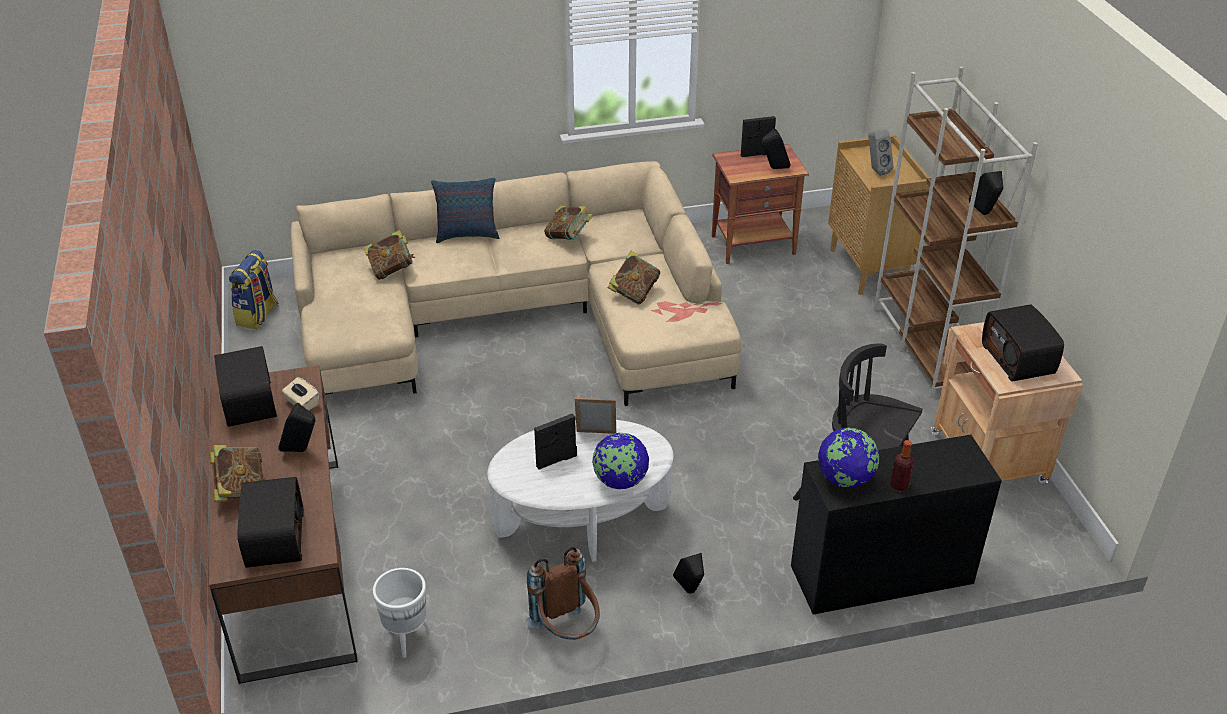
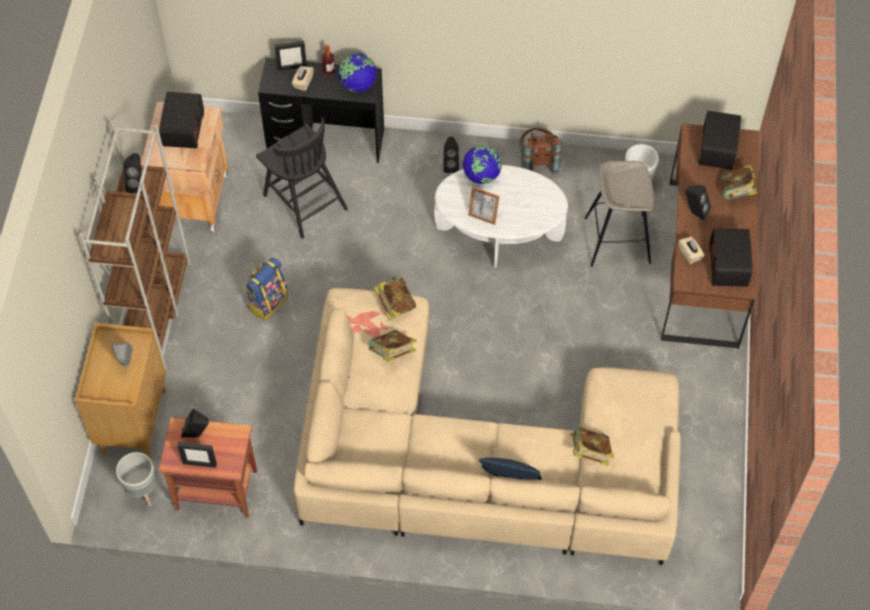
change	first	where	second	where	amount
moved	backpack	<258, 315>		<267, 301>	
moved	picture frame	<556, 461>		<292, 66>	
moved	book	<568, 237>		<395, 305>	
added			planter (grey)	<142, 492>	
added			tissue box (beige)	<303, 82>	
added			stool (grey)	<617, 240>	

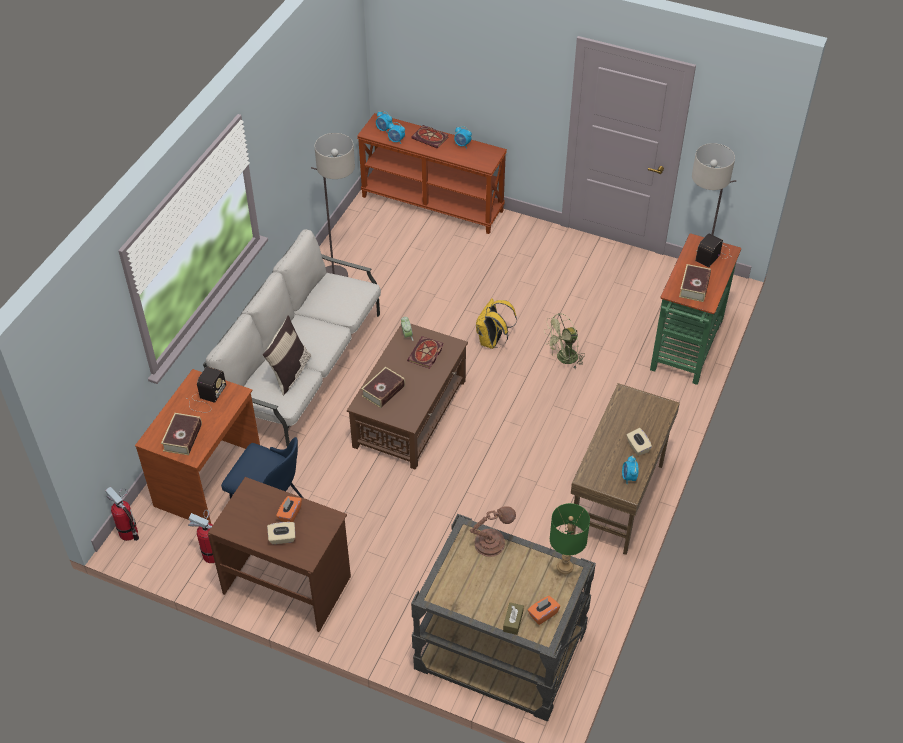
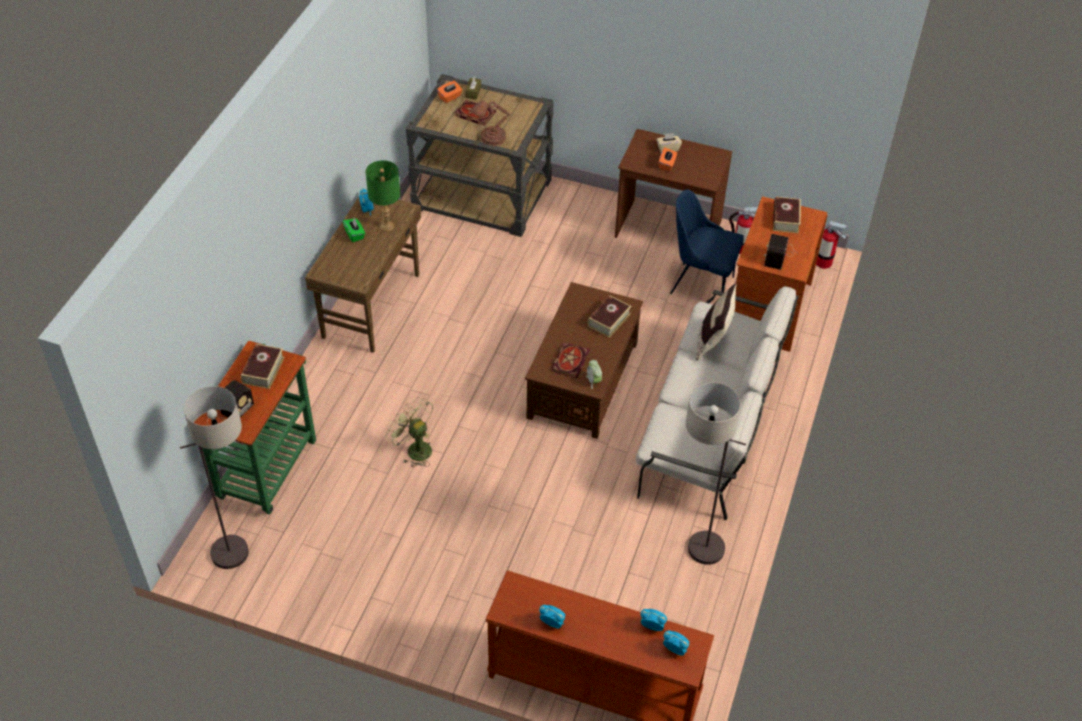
change	first	where	second	where	amount
moved	book	<431, 138>		<474, 114>	
removed	backpack (yellow)	<492, 341>			
turned	fan (green)	<563, 359>		<414, 449>	105 degrees counterclockwise
moved	table lamp (green)	<565, 566>		<387, 226>	
recoloured	tissue box (beige)	<637, 447>	tissue box (green)	<354, 235>	

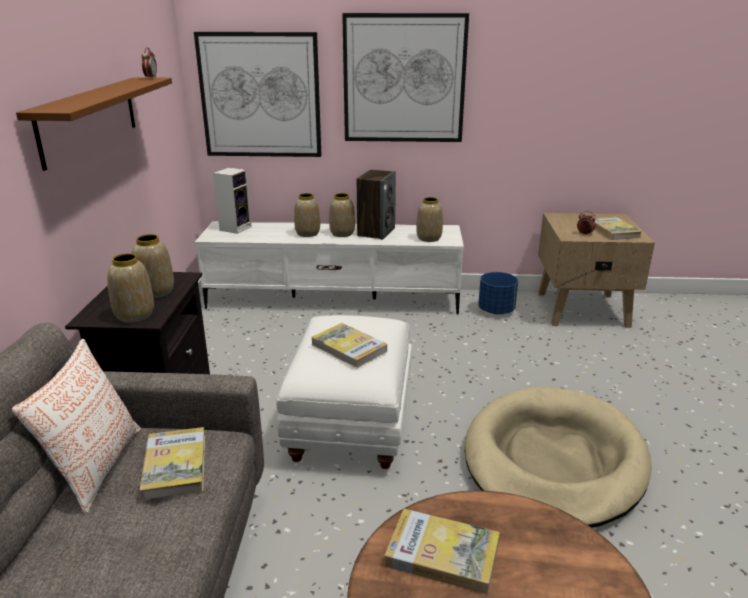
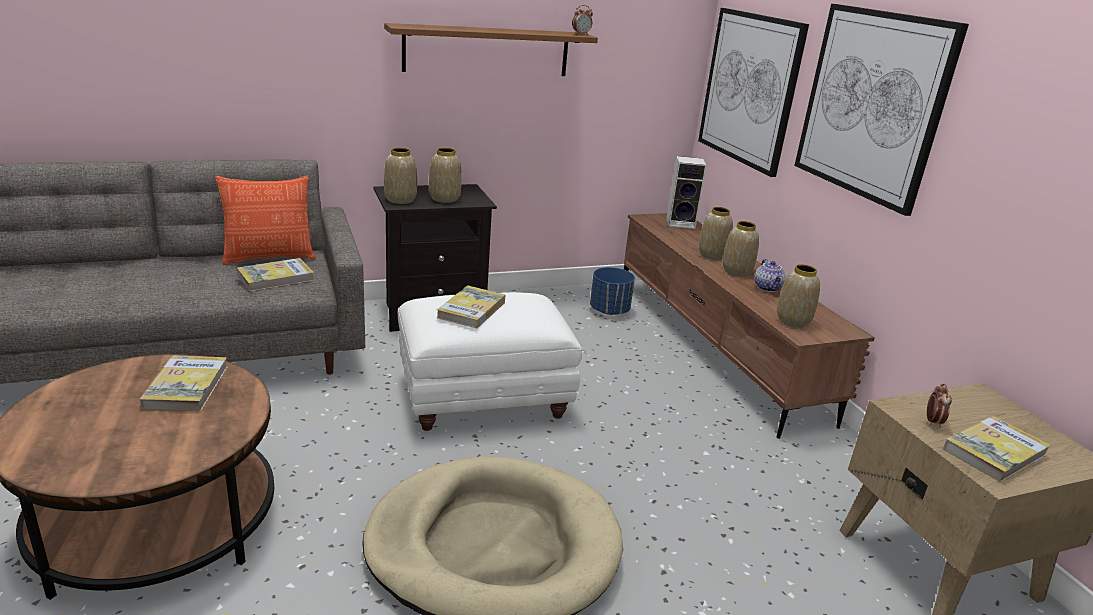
change	first	where	second	where	amount
recoloured	pillow (white)	<97, 468>	pillow (orange)	<269, 258>	
recoloured	tv stand (white)	<334, 299>	tv stand (brown)	<716, 347>	
replaced	speaker	<376, 232>	teapot	<768, 288>	
moved	planter (blue)	<496, 310>		<609, 310>	

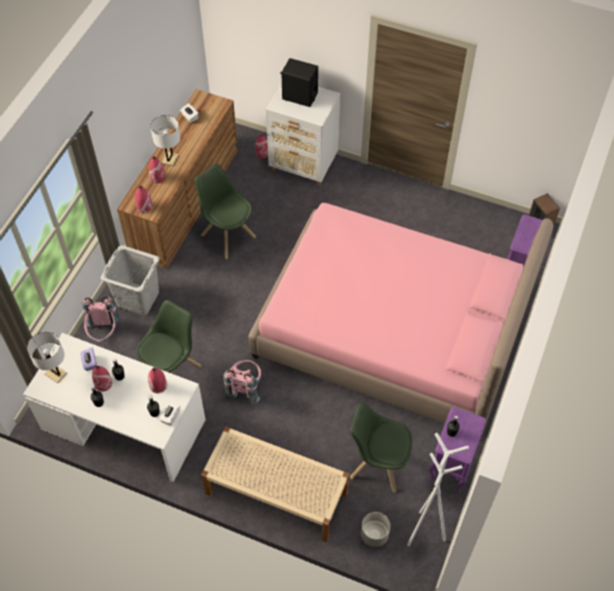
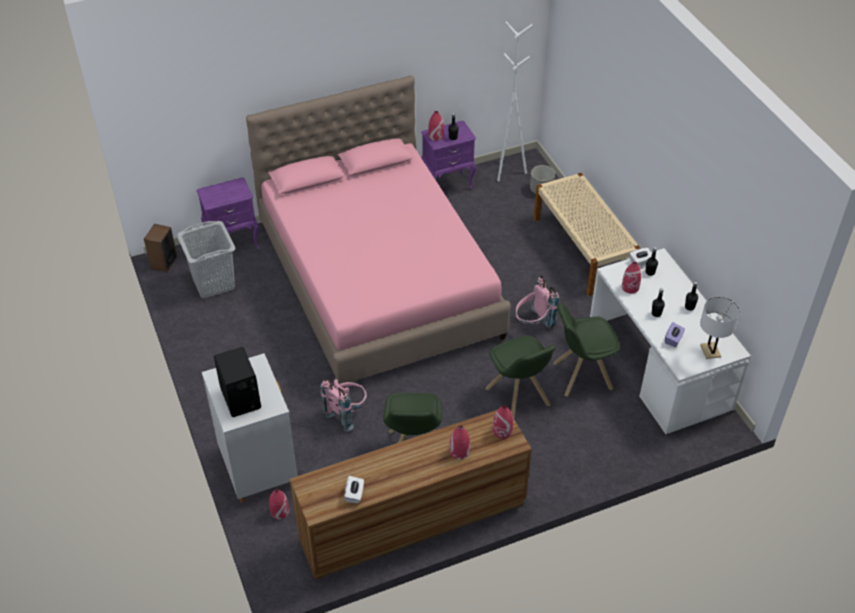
change	first	where	second	where	amount
moved	backpack (pink)	<103, 333>		<347, 413>	
moved	vase (red)	<103, 383>		<436, 136>	
moved	laundry basket (grey)	<138, 298>		<213, 283>	
removed	table lamp (white)	<170, 159>			
moved	chair (green)	<377, 465>		<518, 397>	

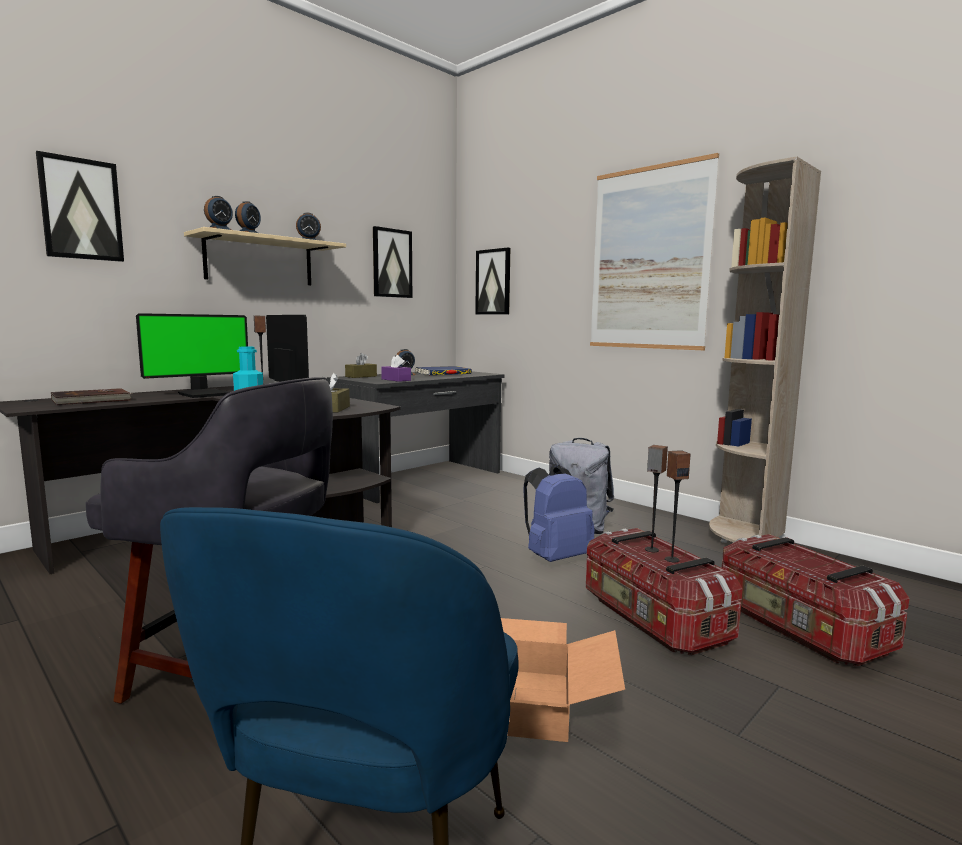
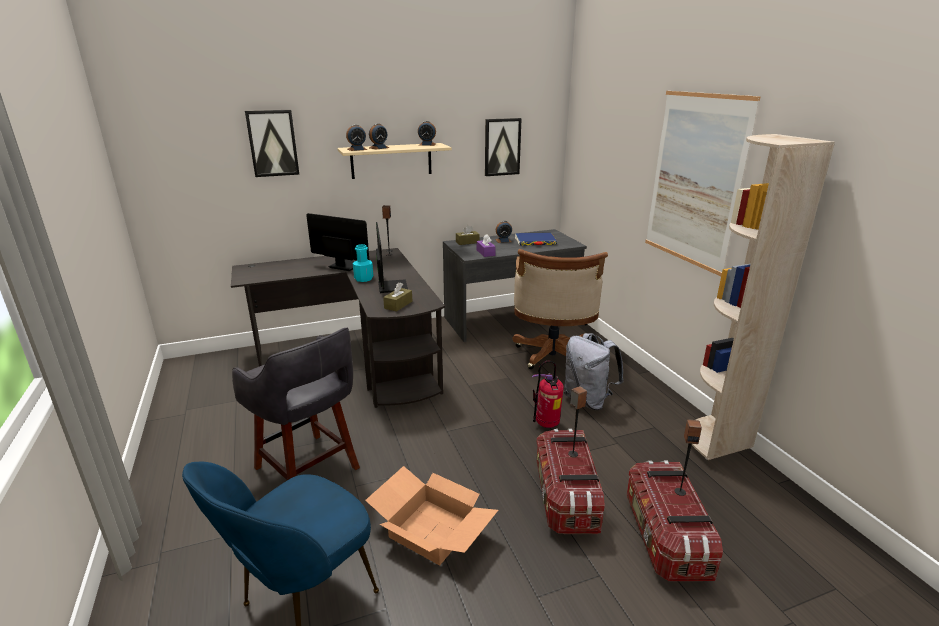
change	first	where	second	where	amount
removed	book (brown)	<92, 400>			
turned	monitor	<205, 394>		<345, 266>	135 degrees counterclockwise
removed	picture	<493, 282>			
replaced	backpack (blue)	<555, 557>	fire extinguisher	<546, 425>	
moved	speaker	<671, 559>		<680, 491>	
added			office chair	<552, 356>	

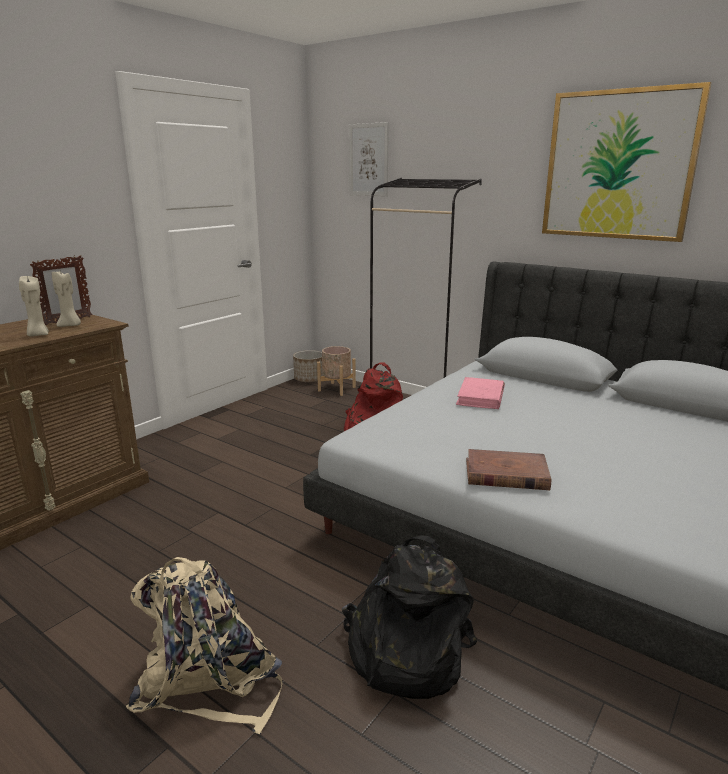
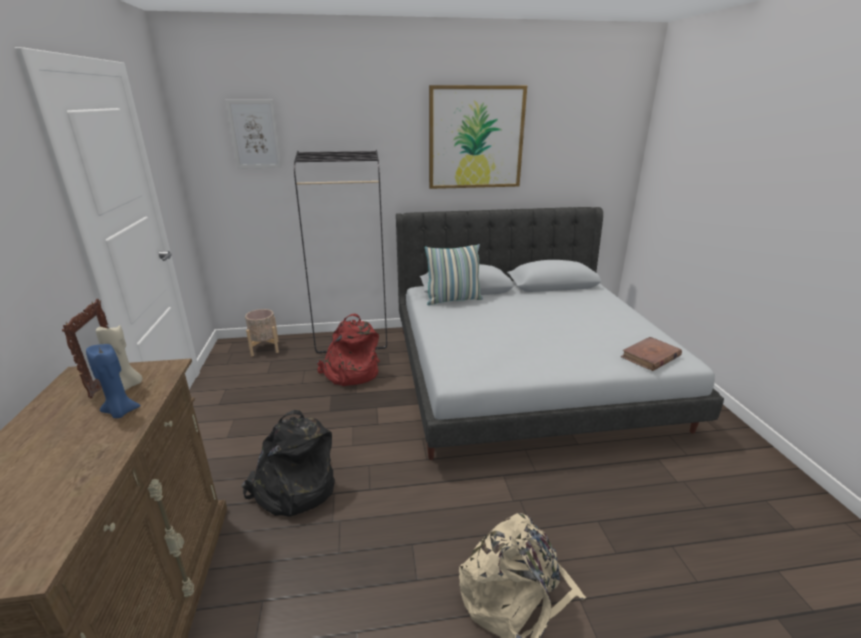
change	first	where	second	where	amount
recoloured	candle (beige)	<38, 335>	candle (blue)	<120, 412>	
removed	planter	<309, 379>			
moved	backpack (black)	<404, 652>		<293, 488>	
removed	book (pink)	<480, 397>			
moved	book (brown)	<506, 474>		<650, 357>	
added			pillow	<453, 300>	

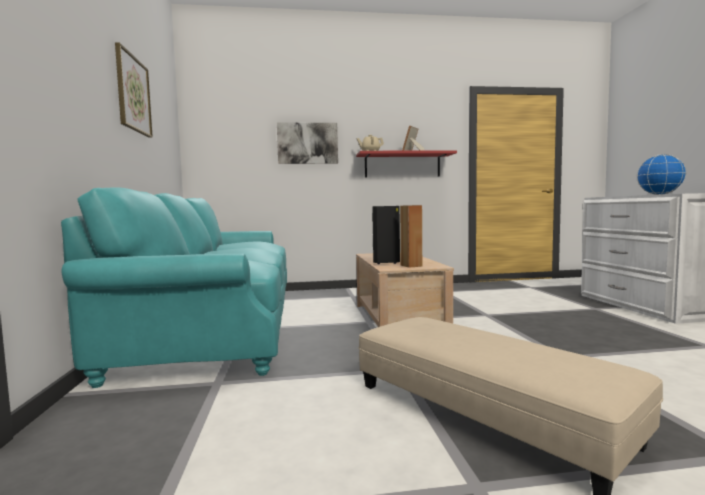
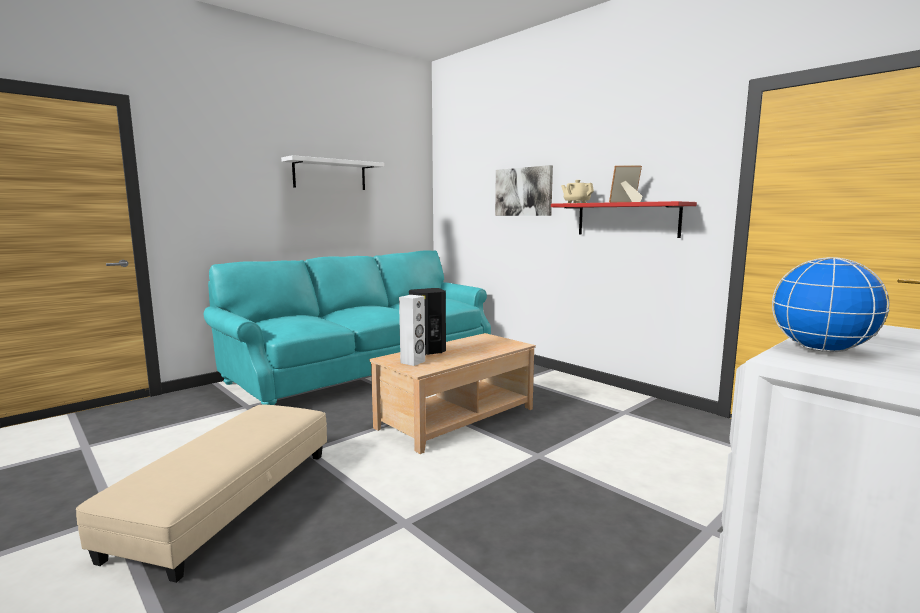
change	first	where	second	where	amount
replaced	picture	<133, 94>	shelf (white)	<330, 175>	
recoloured	speaker (brown)	<411, 265>	speaker (white)	<413, 362>	

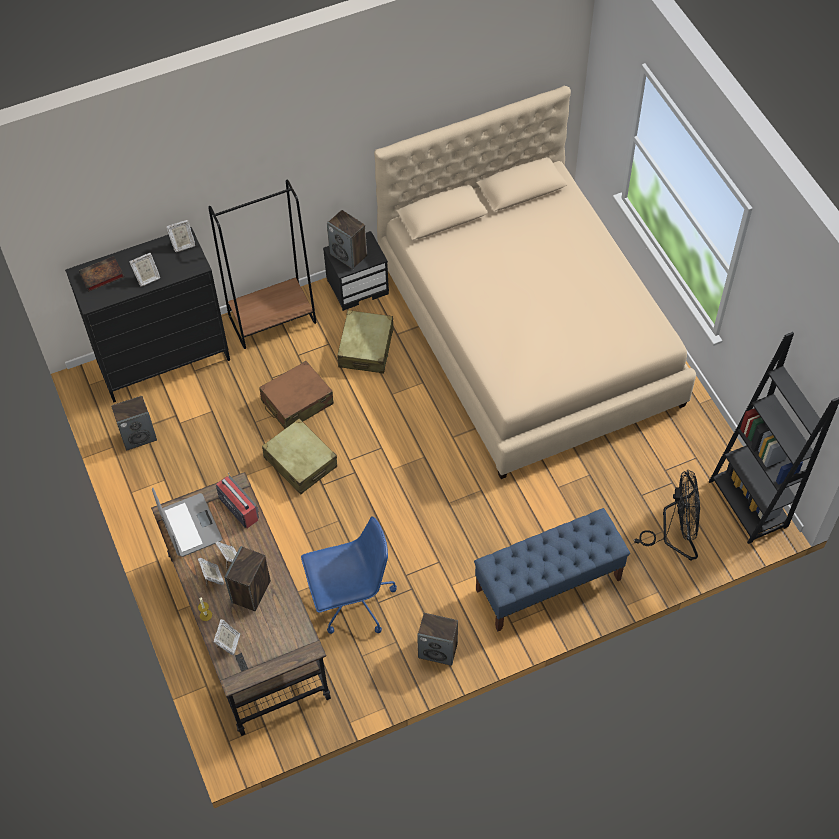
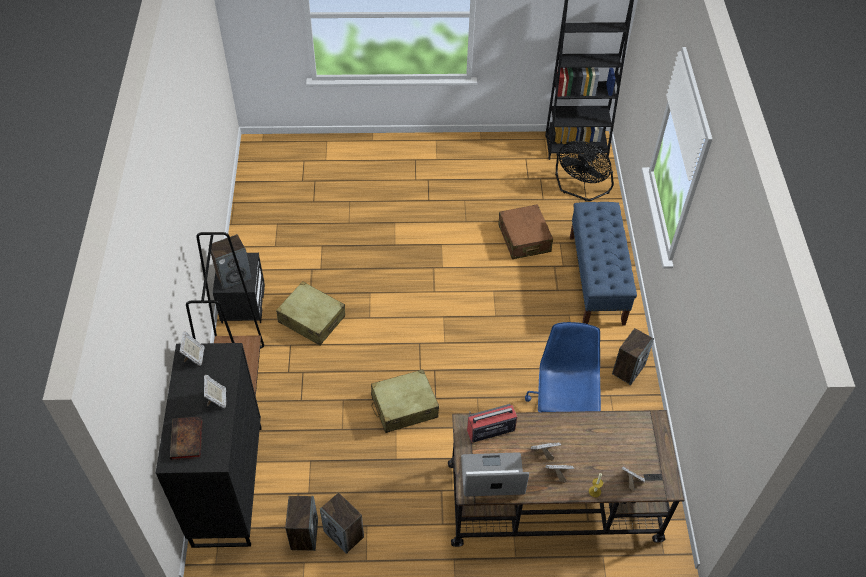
change	first	where	second	where	amount
moved	speaker	<251, 592>		<344, 534>	
moved	suitcase (brown)	<297, 402>		<524, 238>	
removed	bed (beige)	<528, 332>			

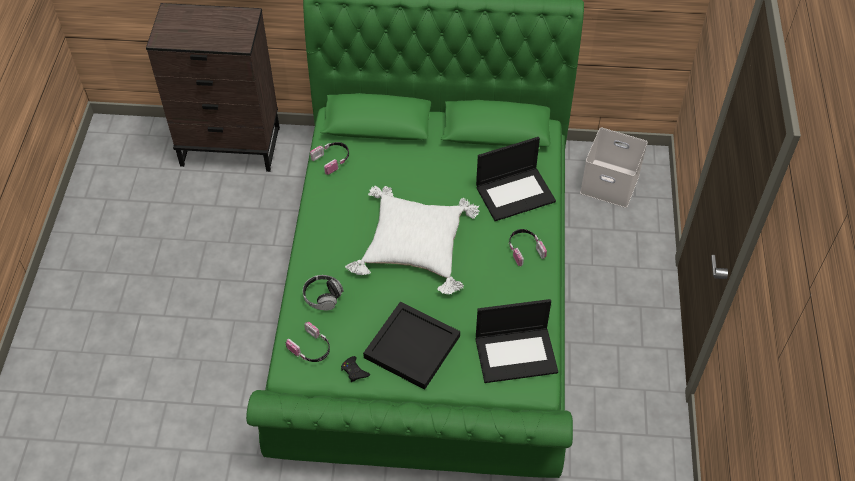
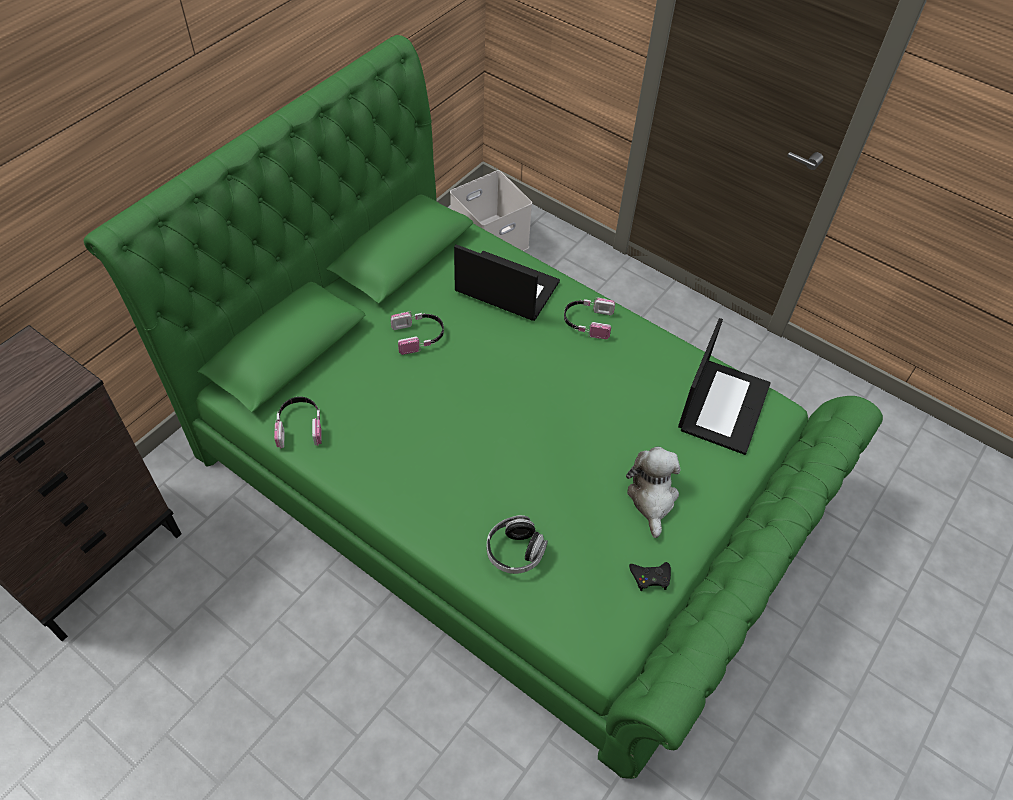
change	first	where	second	where	amount
moved	headphones	<311, 349>		<419, 336>	
removed	pillow (white)	<414, 242>			
replaced	tray (black)	<411, 347>	plush toy	<652, 498>	
turned	laptop	<515, 193>		<505, 287>	75 degrees counterclockwise

